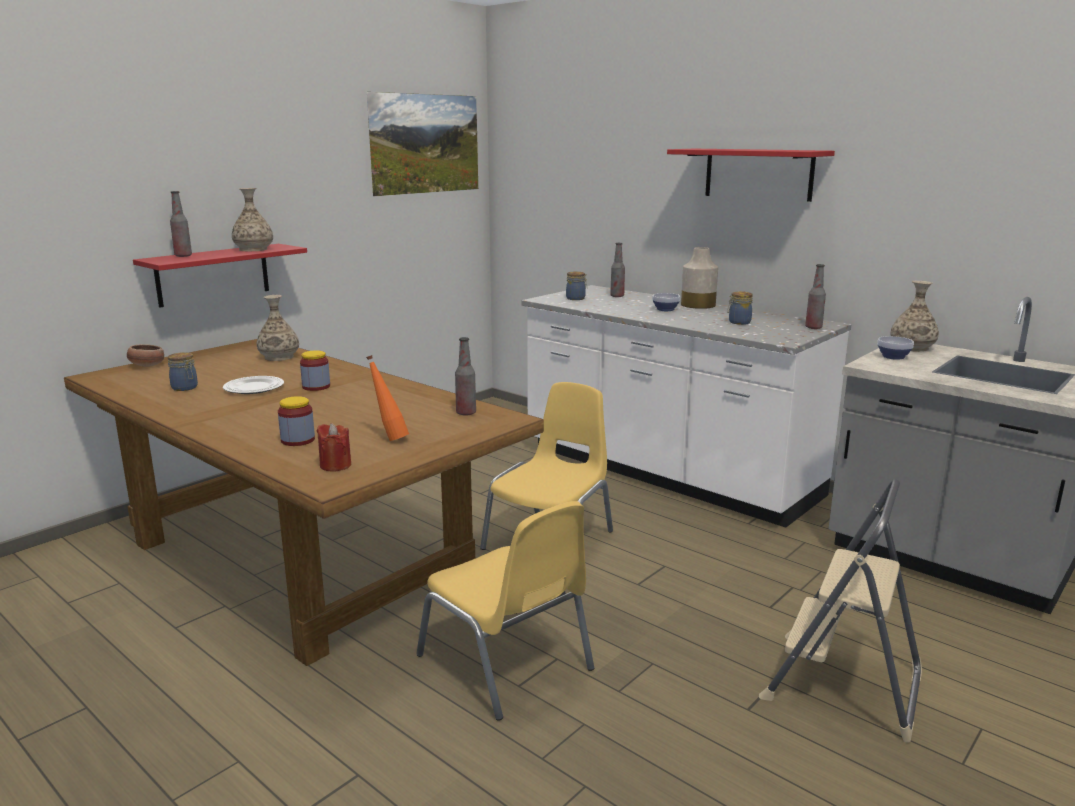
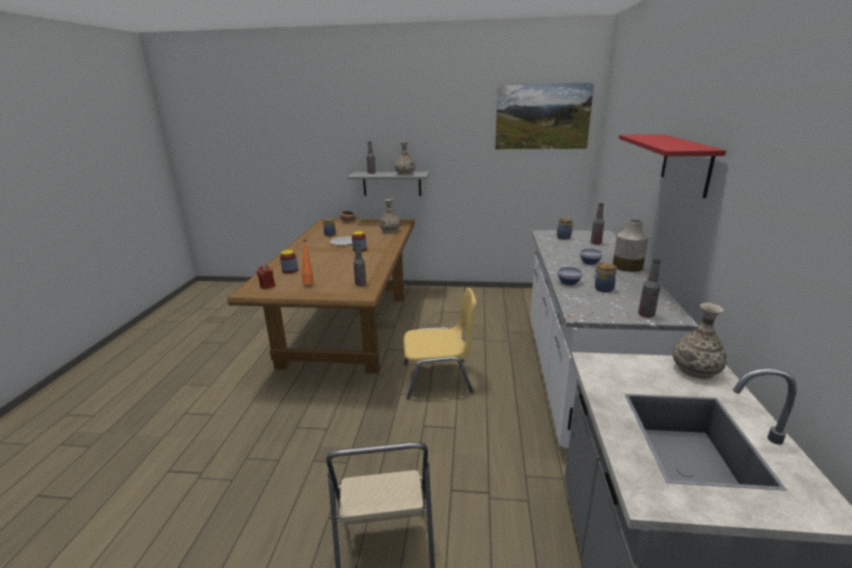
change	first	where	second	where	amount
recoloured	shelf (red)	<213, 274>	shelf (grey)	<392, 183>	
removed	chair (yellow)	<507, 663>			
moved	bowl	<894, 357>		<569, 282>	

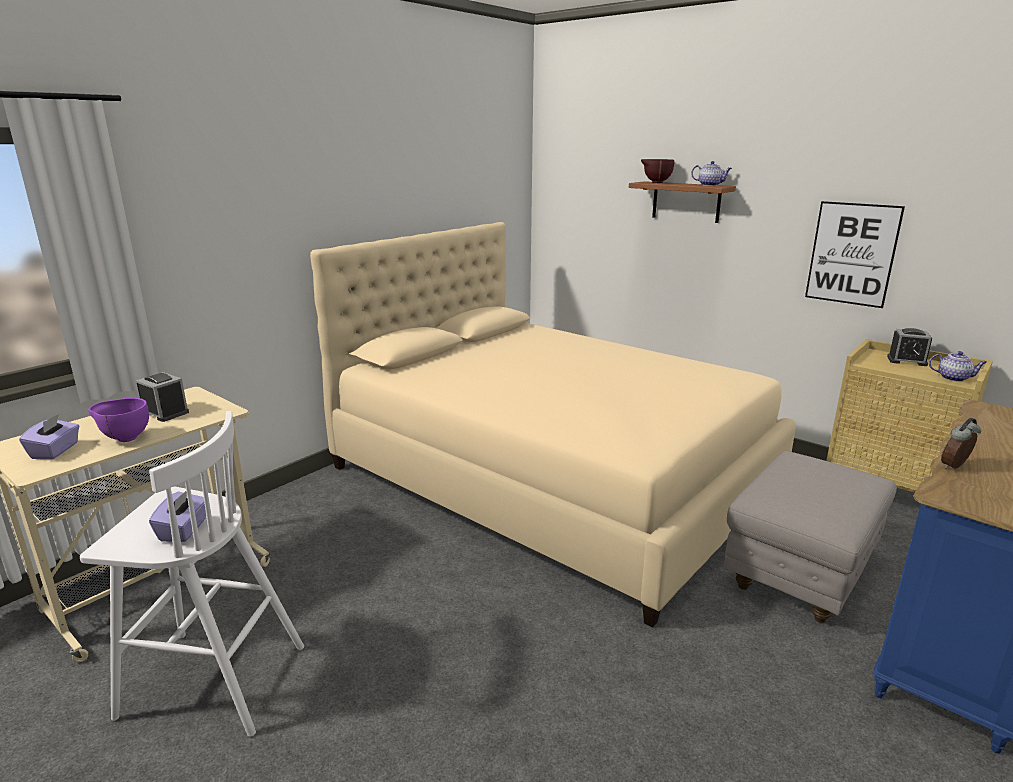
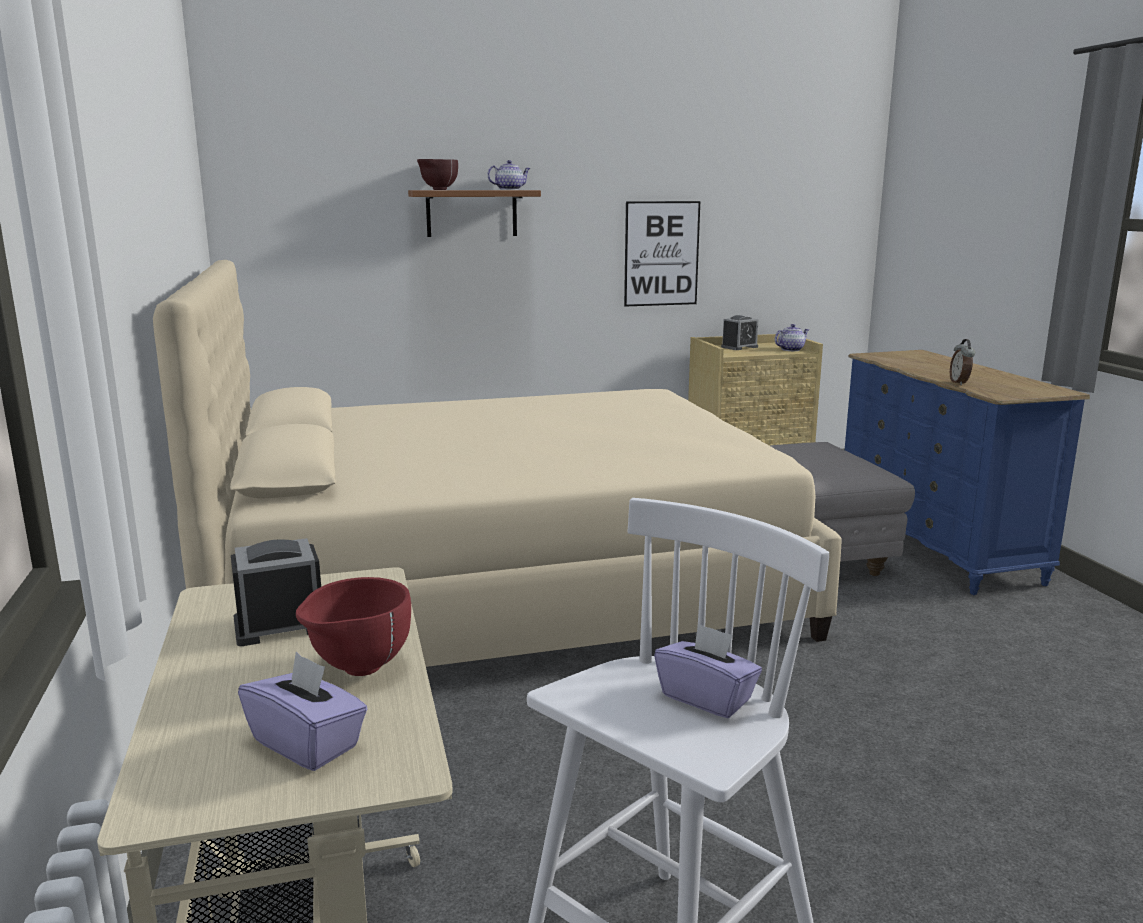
change	first	where	second	where	amount
recoloured	bowl (purple)	<125, 438>	bowl (red)	<357, 670>	

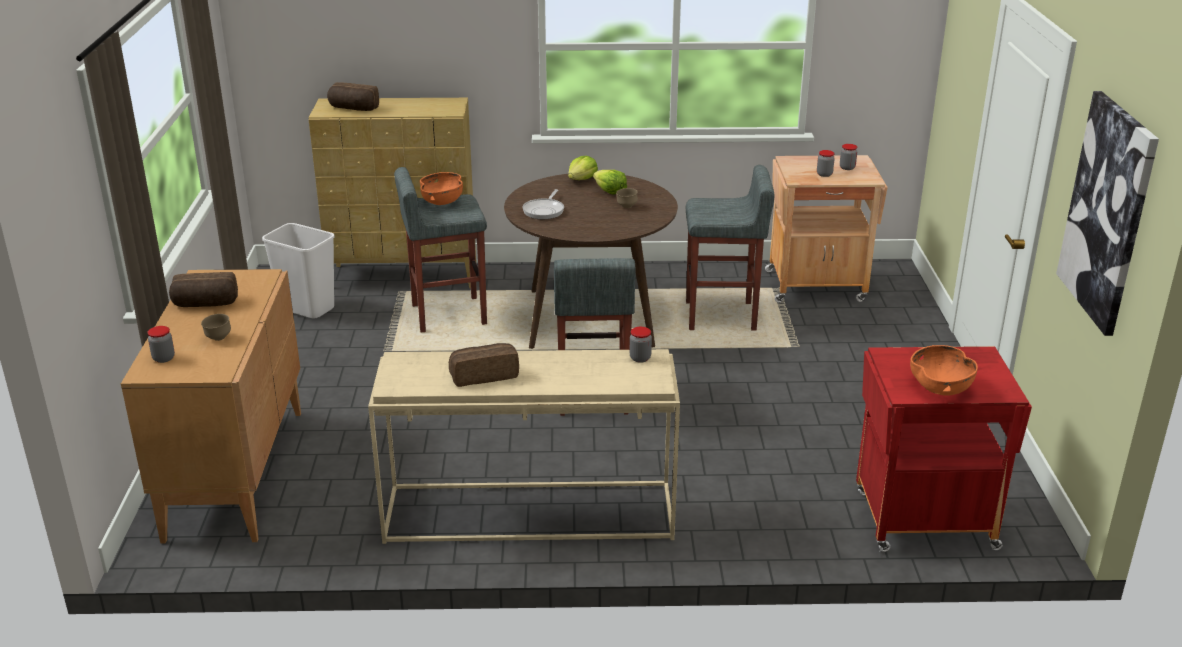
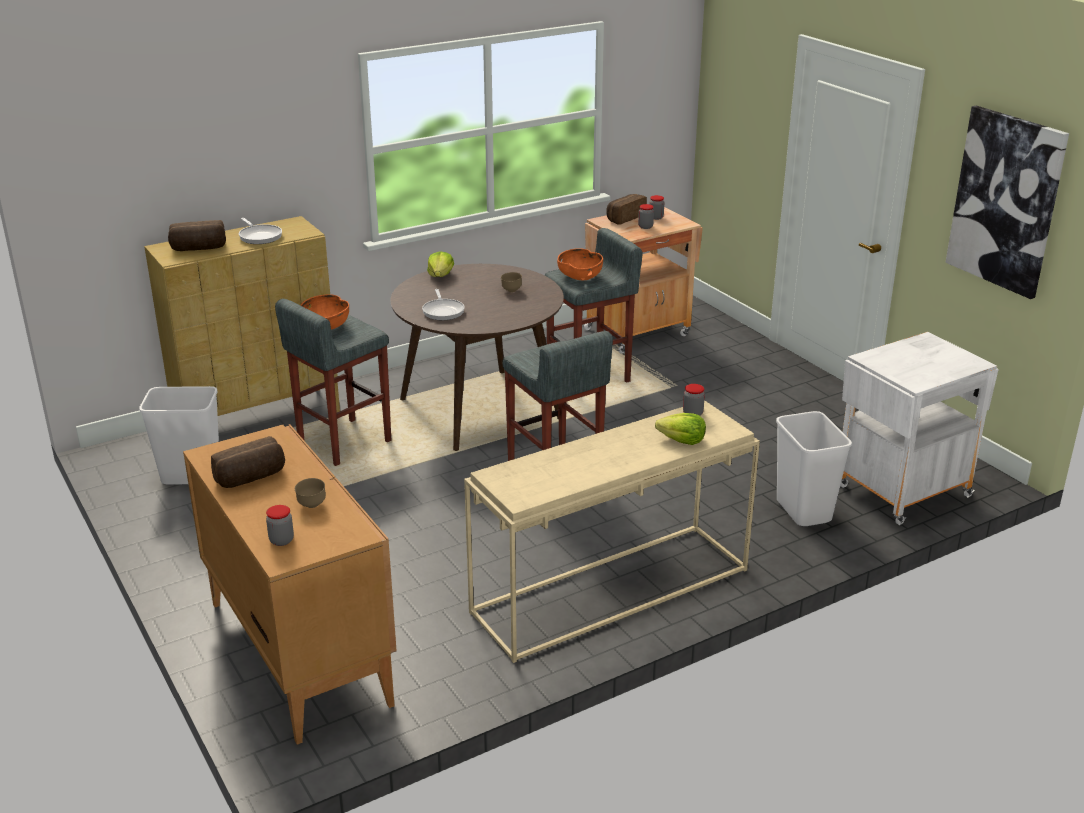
change	first	where	second	where	amount
moved	bread	<484, 375>		<624, 217>	
moved	lettuce	<610, 191>		<682, 441>	
recoloured	cart (red)	<922, 520>	cart (white)	<901, 492>	
moved	bowl (orange)	<941, 387>		<580, 277>	
added			frying pan	<259, 236>	
added			trash can (white)	<804, 511>	

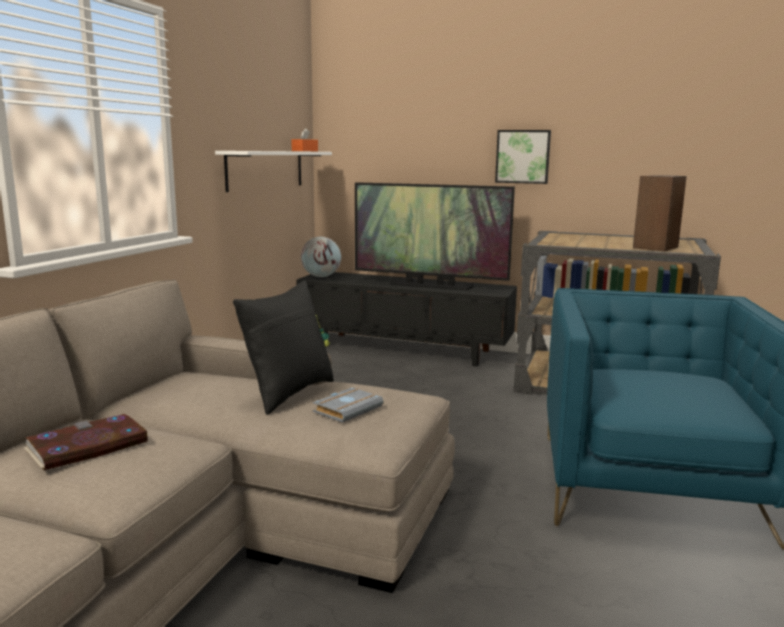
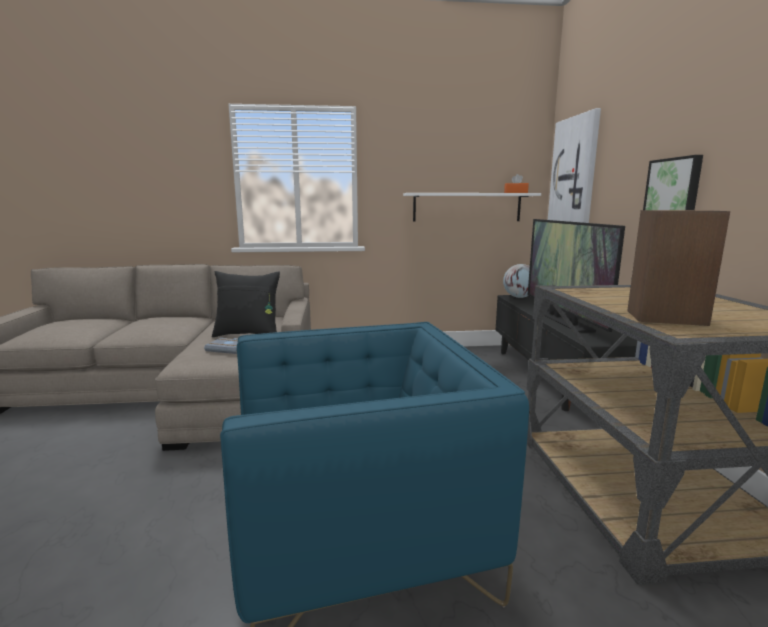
change	first	where	second	where	amount
removed	book	<88, 446>			
added			picture	<573, 178>	

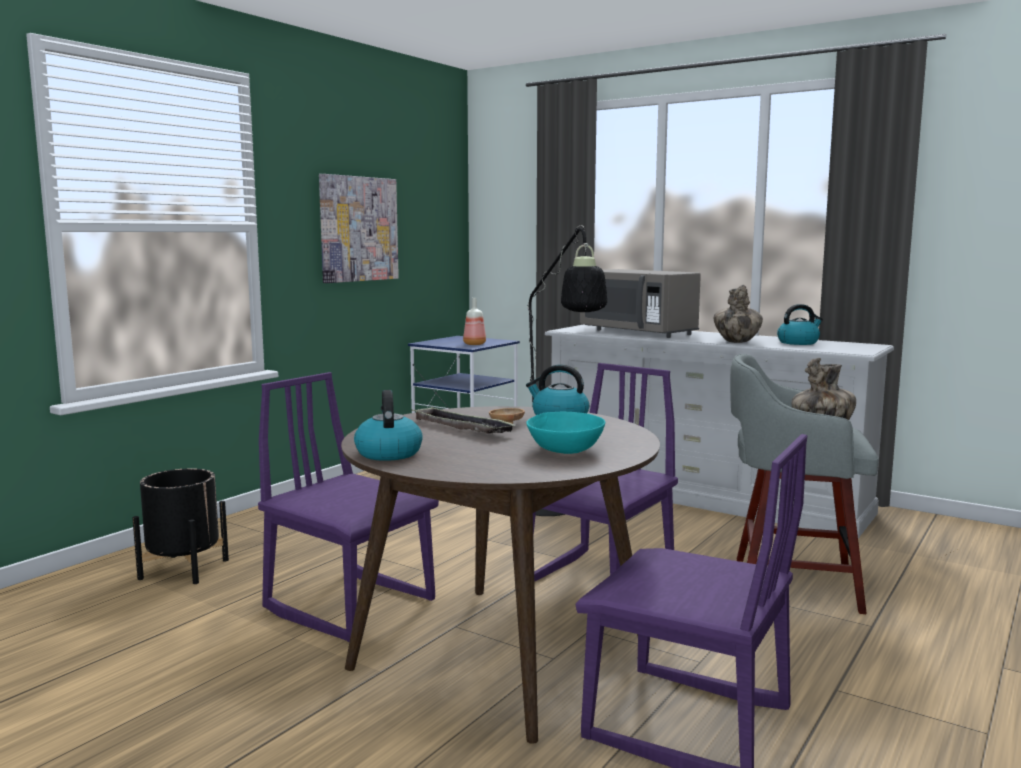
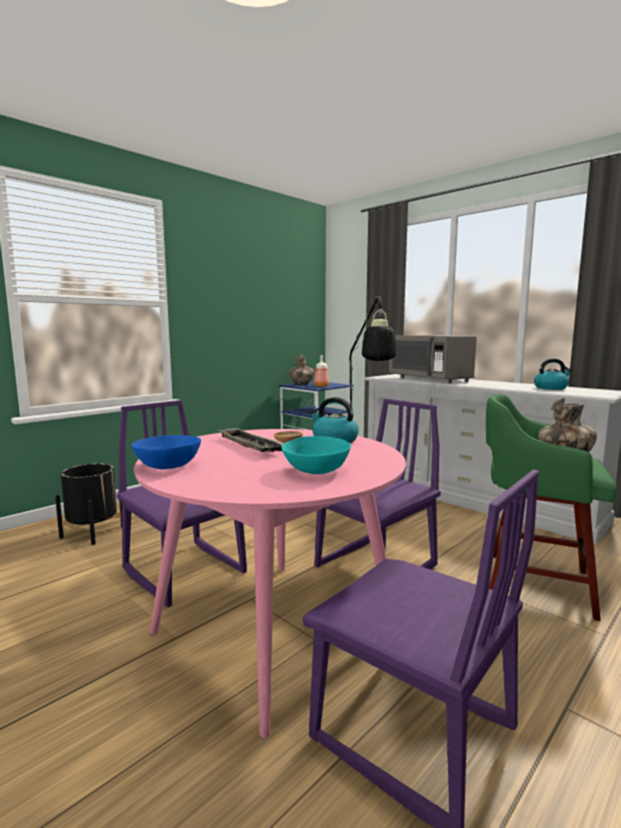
change	first	where	second	where	amount
removed	picture	<358, 229>			
recoloured	dining table (brown)	<501, 655>	dining table (pink)	<275, 631>	
replaced	kettle	<388, 453>	bowl (blue)	<167, 465>	
moved	vase	<737, 342>		<301, 384>	
recoloured	stool (grey)	<790, 584>	stool (green)	<533, 583>	

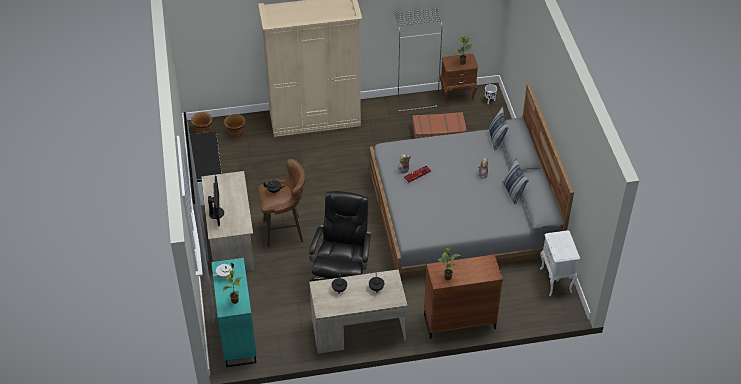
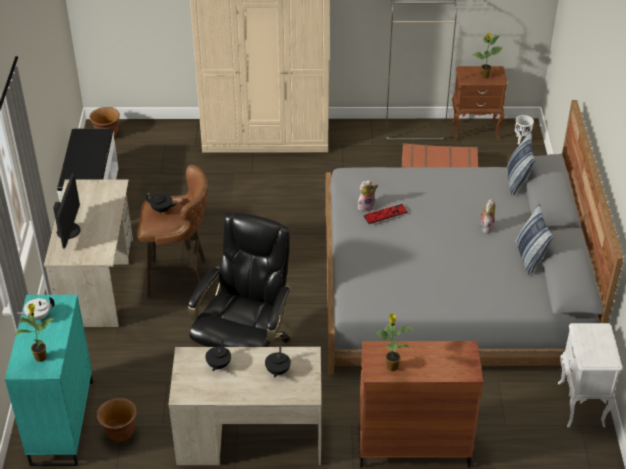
change	first	where	second	where	amount
moved	planter (brown)	<236, 133>		<120, 433>	

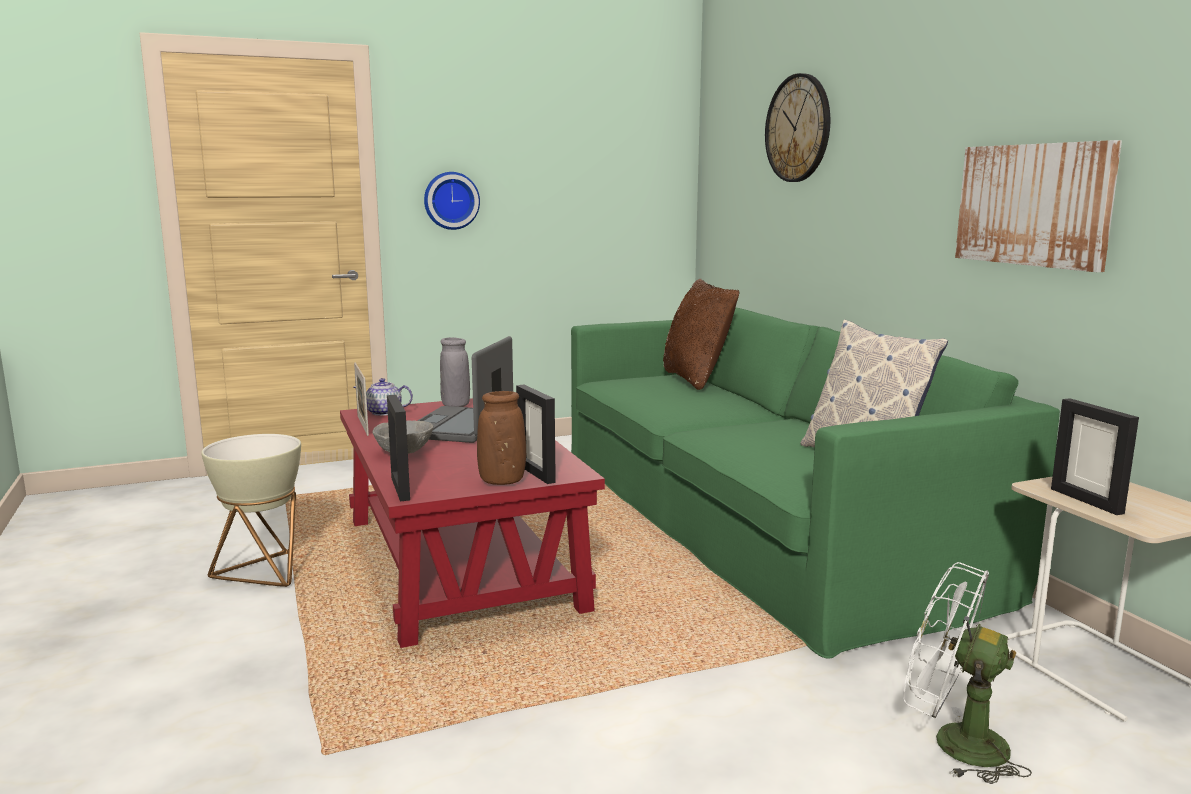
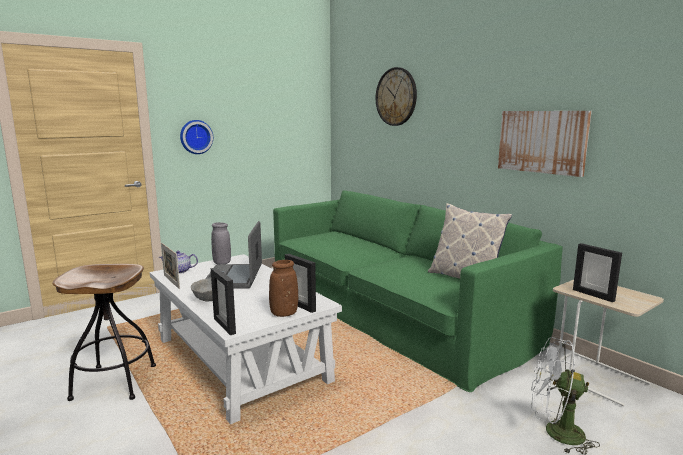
change	first	where	second	where	amount
replaced	planter	<264, 571>	stool (brown)	<115, 382>	
recoloured	coffee table (red)	<461, 563>	coffee table (white)	<241, 360>	
removed	pillow (brown)	<696, 381>			

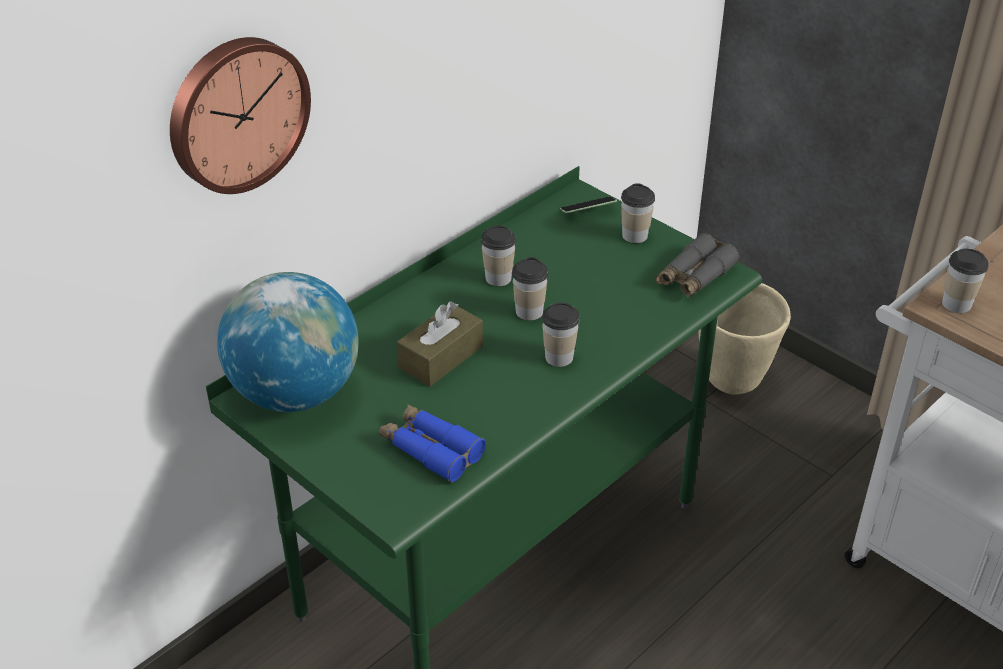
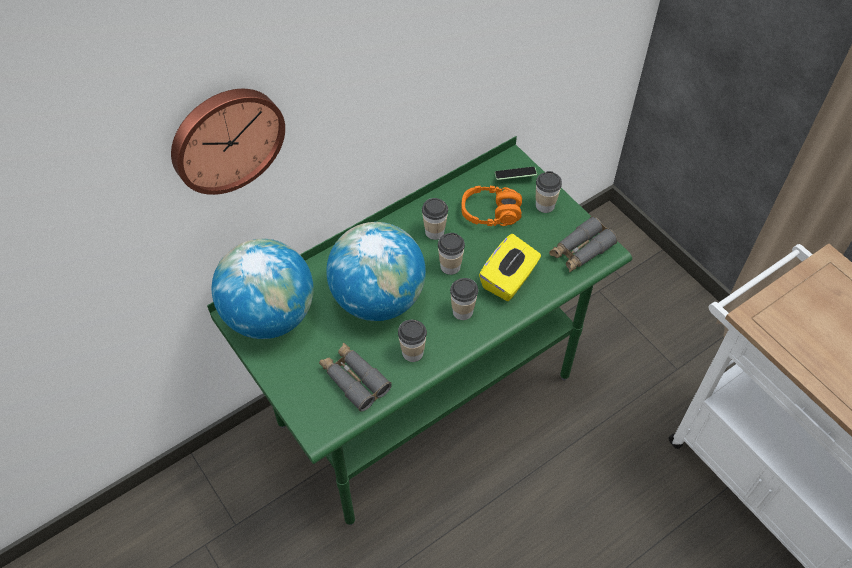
change	first	where	second	where	amount
recoloured	binoculars (blue)	<431, 449>	binoculars (grey)	<354, 379>	
replaced	tissue box (brown)	<441, 357>	globe	<378, 299>	
removed	planter (beige)	<733, 379>			
moved	cup	<956, 304>		<412, 352>	
added			headphones (orange)	<490, 213>	
added			tissue box (yellow)	<508, 280>	

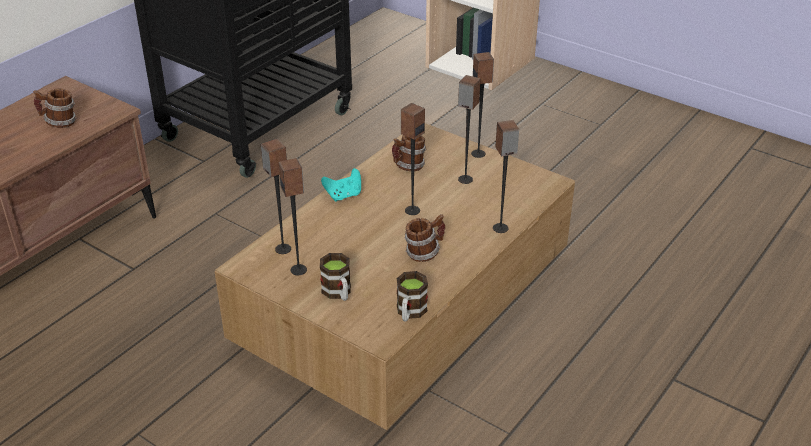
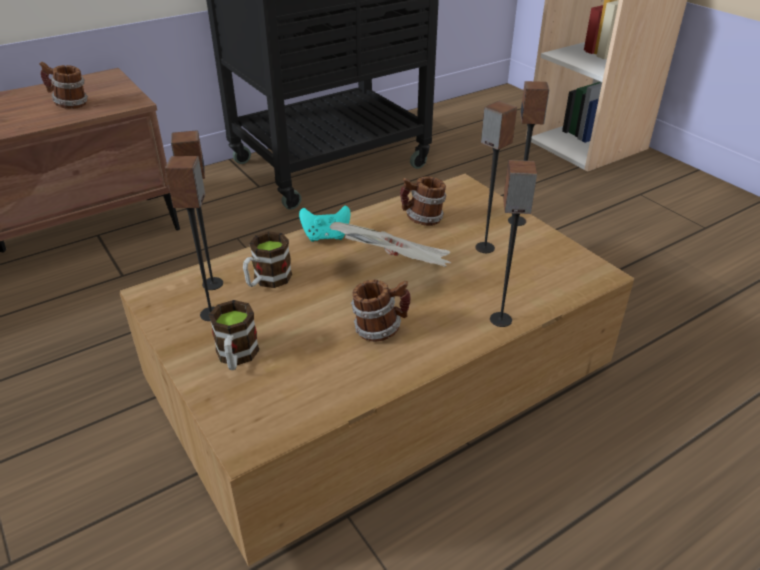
change	first	where	second	where	amount
moved	mug	<410, 313>		<267, 280>	
replaced	speaker	<412, 210>	newspaper	<396, 271>	

